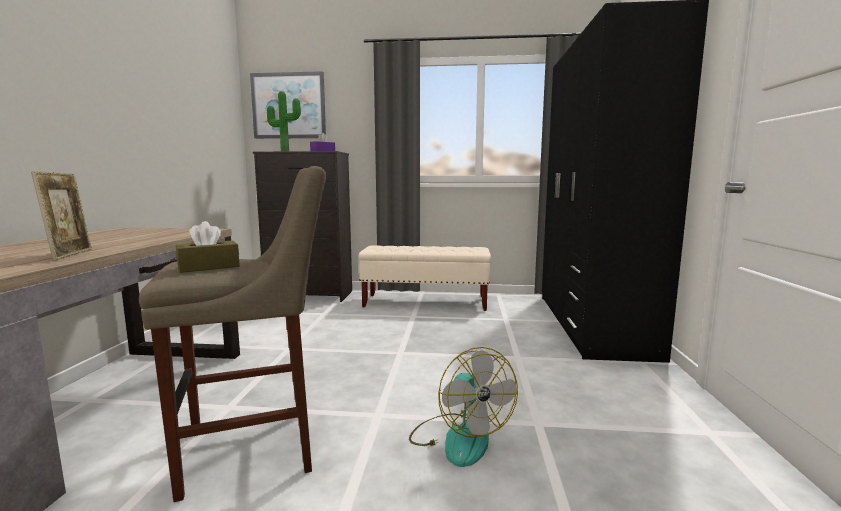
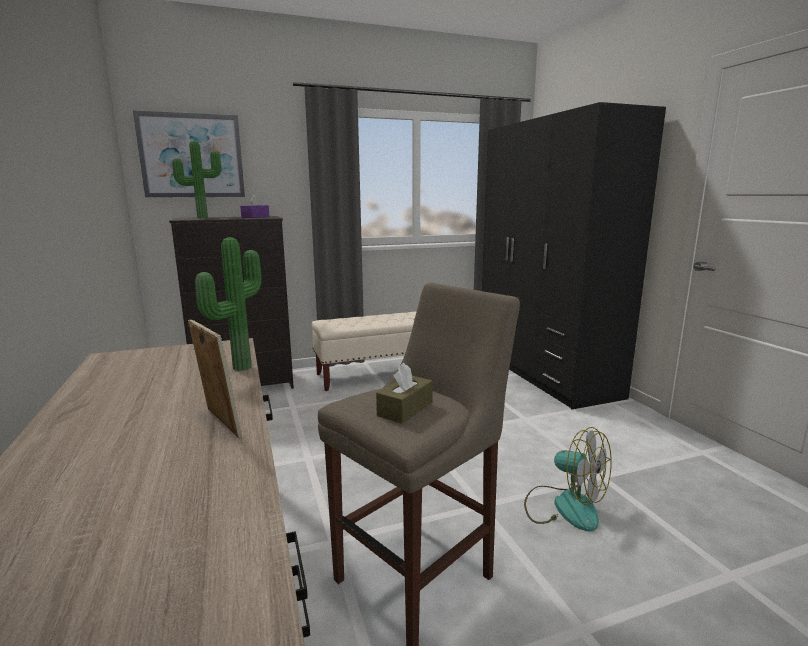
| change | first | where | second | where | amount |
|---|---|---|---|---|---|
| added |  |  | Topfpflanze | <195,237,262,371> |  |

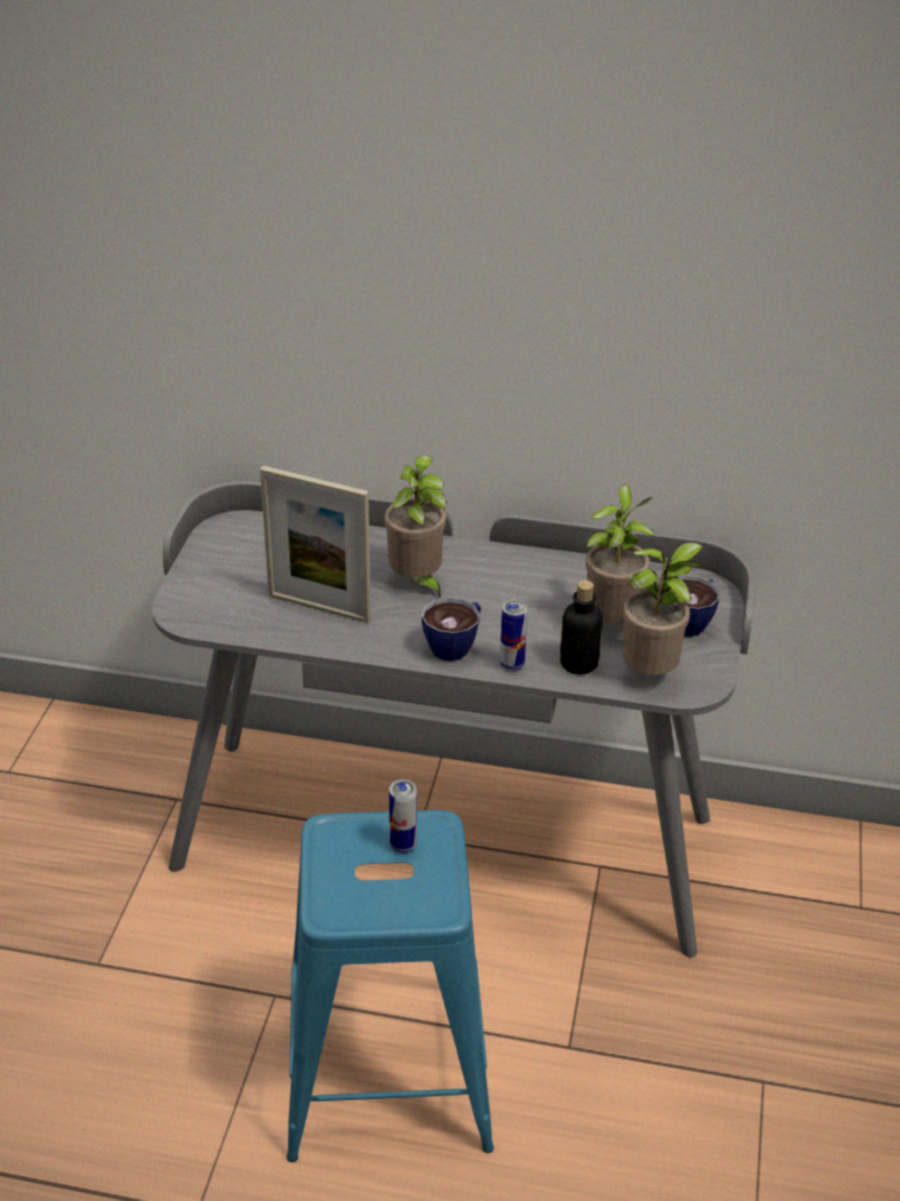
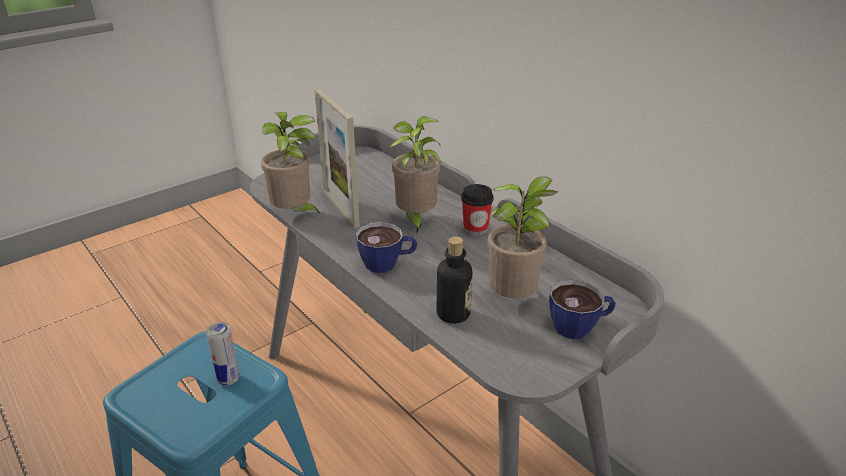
| change | first | where | second | where | amount |
|---|---|---|---|---|---|
| moved | Topfpflanze | <623,542,703,675> |  | <261,112,321,215> |  |
| removed | Dose | <500,599,528,671> |  |  |  |
| added |  |  | Tasse | <461,184,494,236> |  |

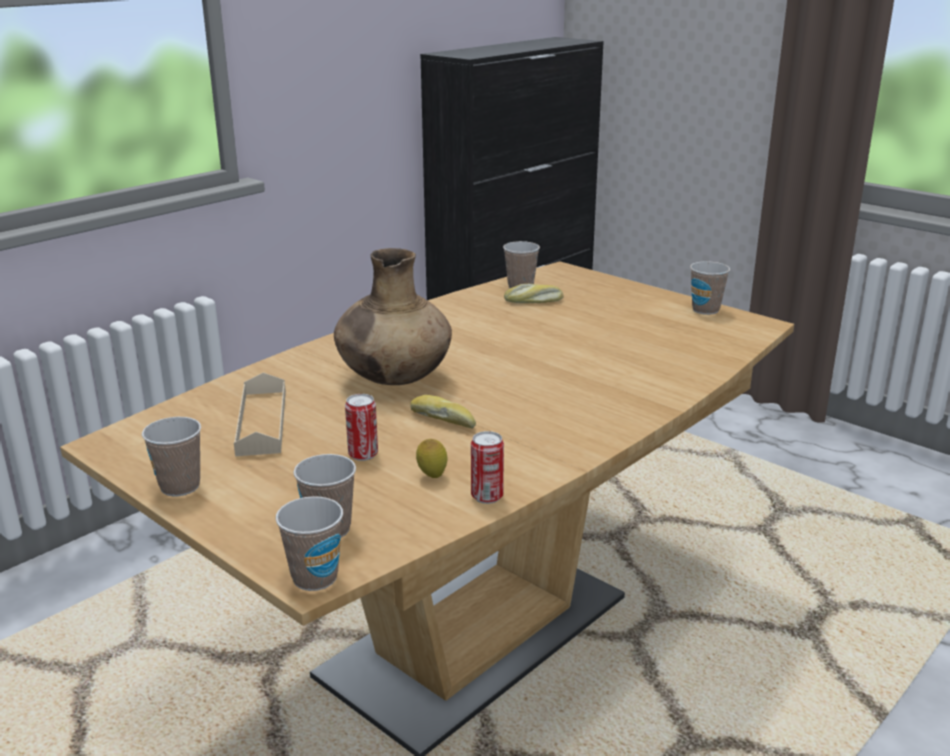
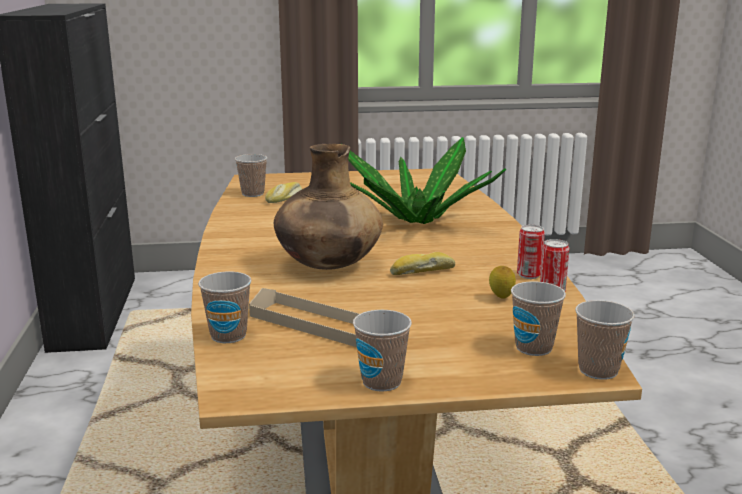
| change | first | where | second | where | amount |
|---|---|---|---|---|---|
| moved | Tasse | <690,261,730,315> |  | <198,271,251,343> |  |
| moved | Dose | <345,394,378,461> |  | <517,224,545,279> |  |
| added |  |  | Topfpflanze | <348,137,506,224> |  |

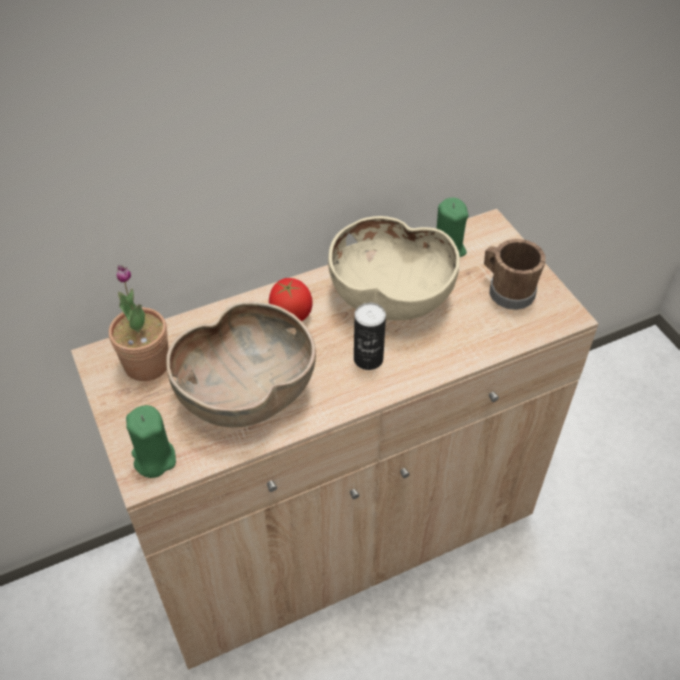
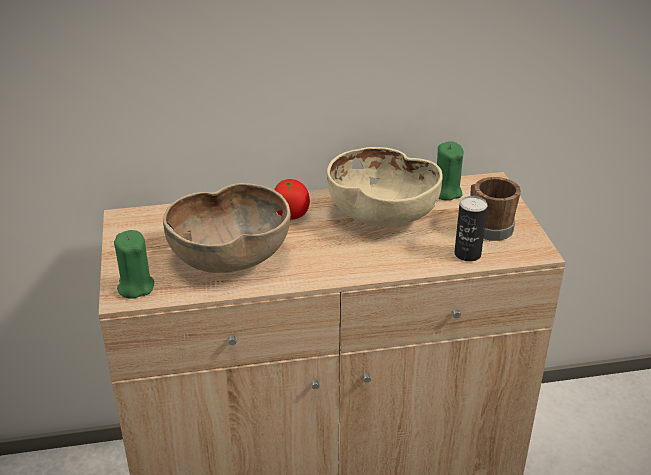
| change | first | where | second | where | amount |
|---|---|---|---|---|---|
| removed | Topfpflanze | <109,265,169,381> |  |  |  |
| moved | Dose | <354,303,386,370> |  | <454,196,488,262> |  |

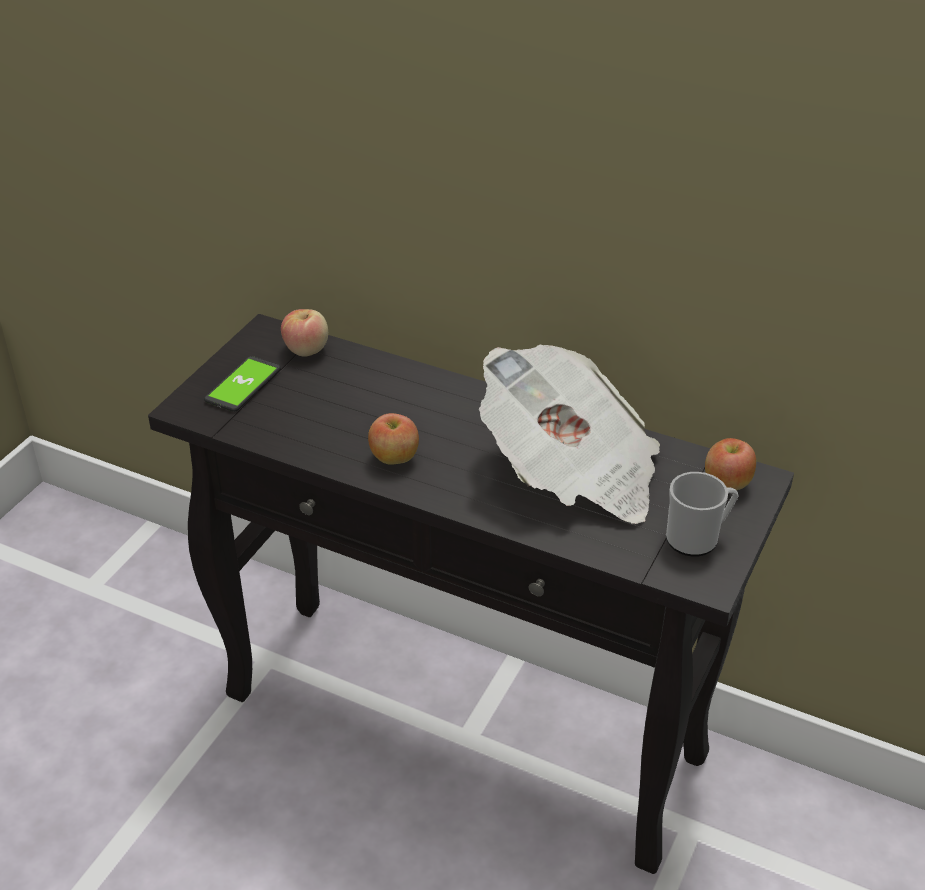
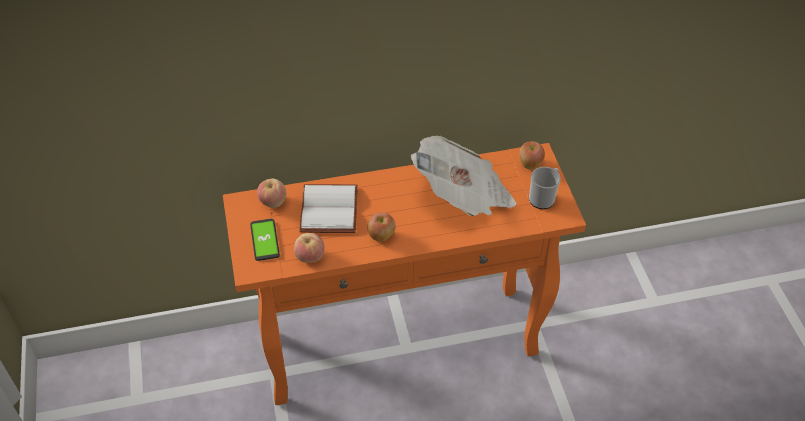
| change | first | where | second | where | amount |
|---|---|---|---|---|---|
| recoloured | Konsolentisch/schwarz | <148,314,794,874> | Konsolentisch/orange | <223,143,586,405> |  |
| added |  |  | Buch/weiß | <299,184,358,233> |  |
| added |  |  | Apfel | <294,233,325,263> |  |

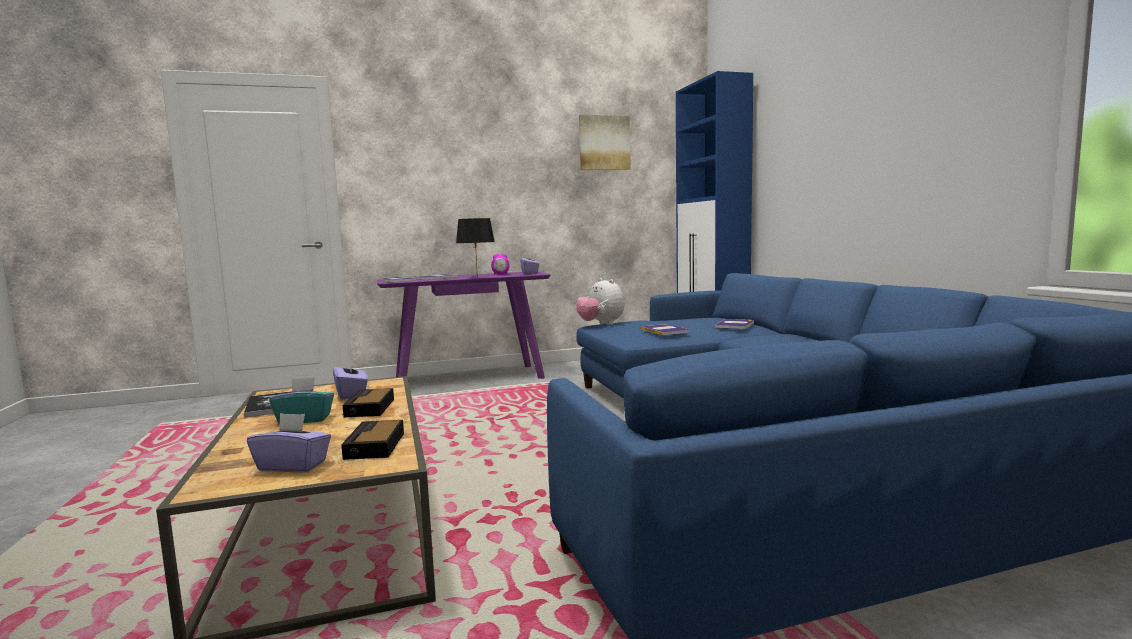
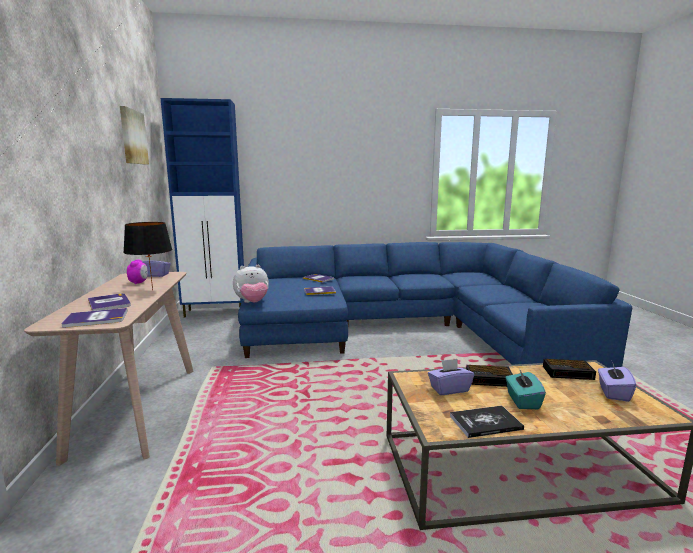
| change | first | where | second | where | amount |
|---|---|---|---|---|---|
| recoloured | Konsolentisch/lila | <377,272,551,379> | Konsolentisch/beige | <24,272,194,466> |  |

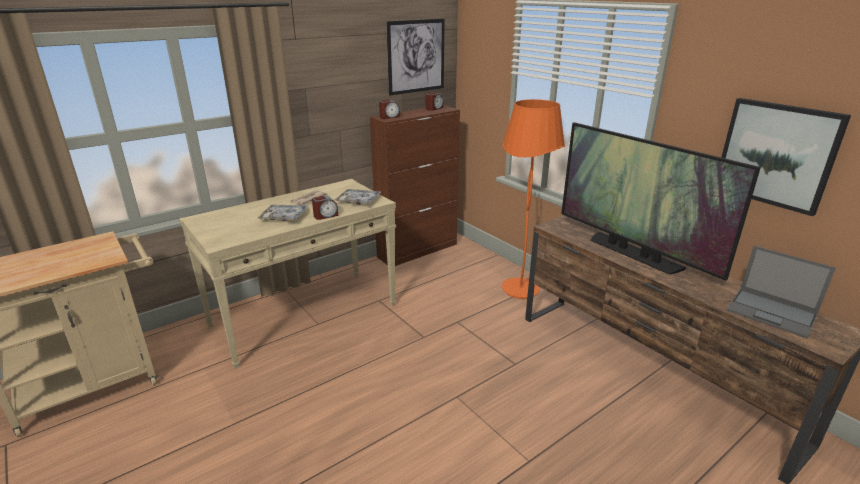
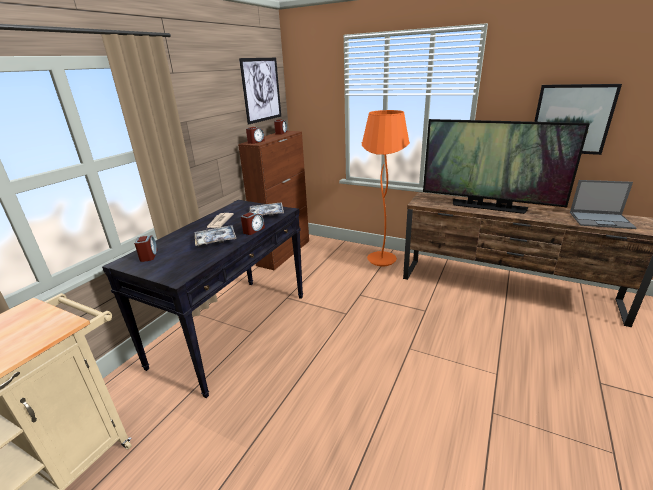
| change | first | where | second | where | amount |
|---|---|---|---|---|---|
| recoloured | Konsolentisch/beige | <179,179,396,369> | Konsolentisch/schwarz | <102,200,303,398> |  |
| added |  |  | Wecker | <134,235,157,262> |  |

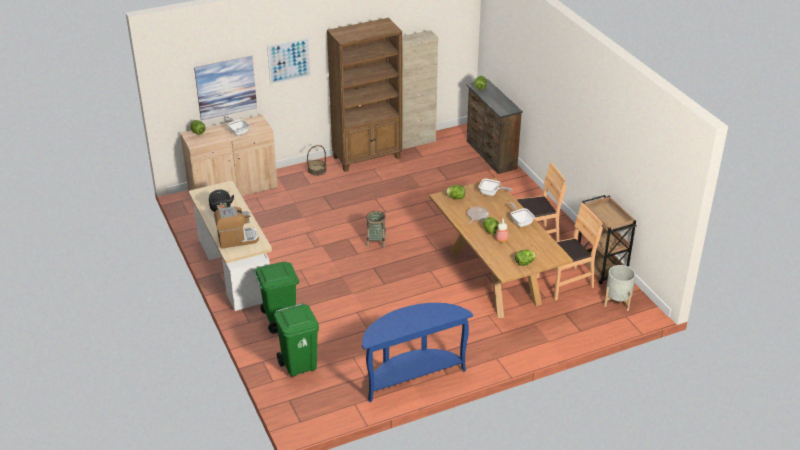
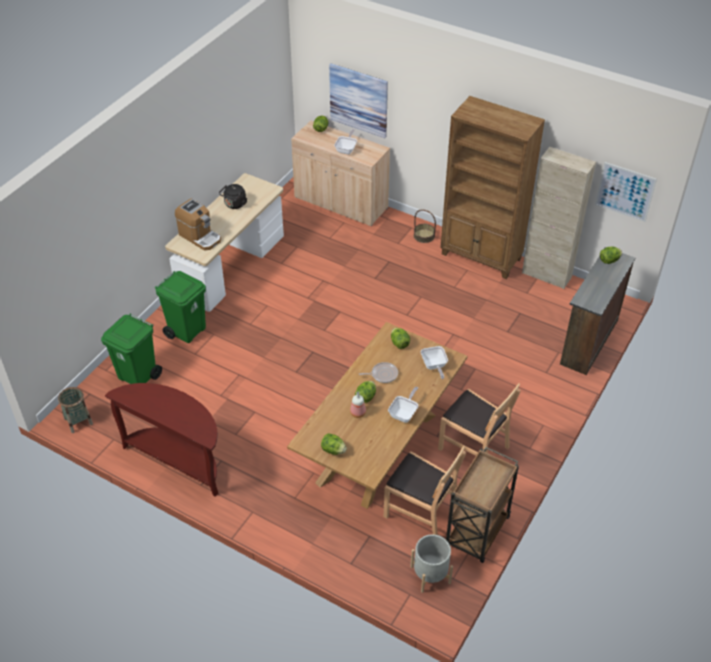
| change | first | where | second | where | amount |
|---|---|---|---|---|---|
| moved | Bild | <267,37,311,85> |  | <595,162,657,222> |  |
| moved | Korb | <366,211,386,248> |  | <58,387,93,433> |  |
| recoloured | Konsolentisch/blau | <362,303,473,402> | Konsolentisch/braun | <105,383,218,497> |  |

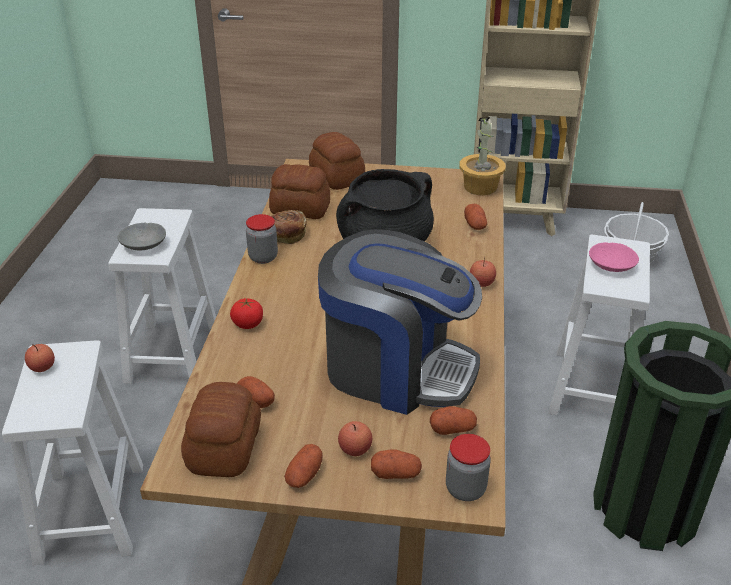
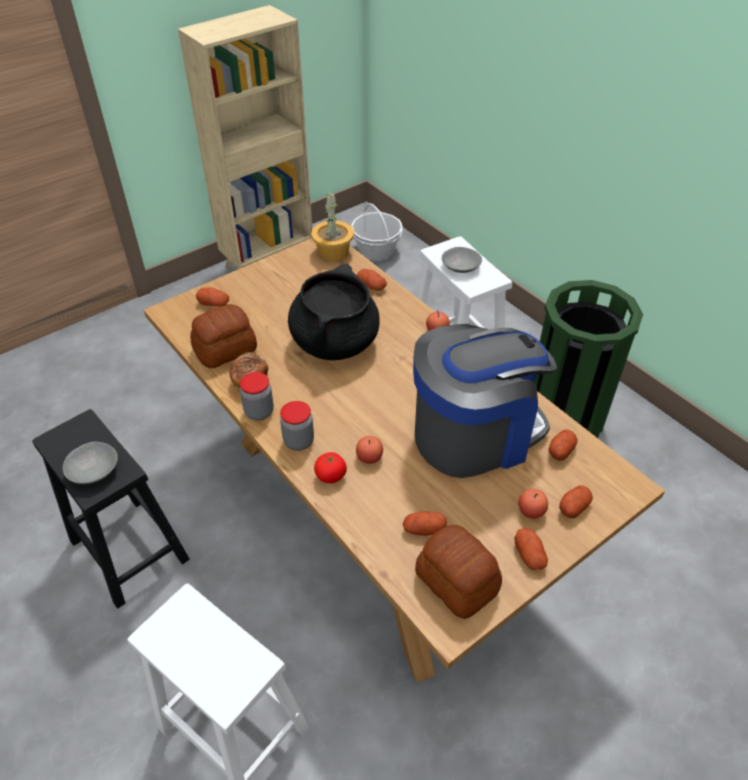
| change | first | where | second | where | amount |
|---|---|---|---|---|---|
| replaced | Brot | <309,132,365,190> | Kartoffel | <196,287,229,306> |  |
| recoloured | Hocker/weiß | <108,208,216,384> | Hocker/schwarz | <32,409,190,609> |  |
| recoloured | Schüssel/rosa | <589,242,639,272> | Schüssel/grau | <442,247,482,273> |  |
| moved | Apfel | <25,344,55,372> |  | <356,436,383,464> |  |
| moved | Vorratsglas | <446,434,491,501> |  | <280,401,314,451> |  |

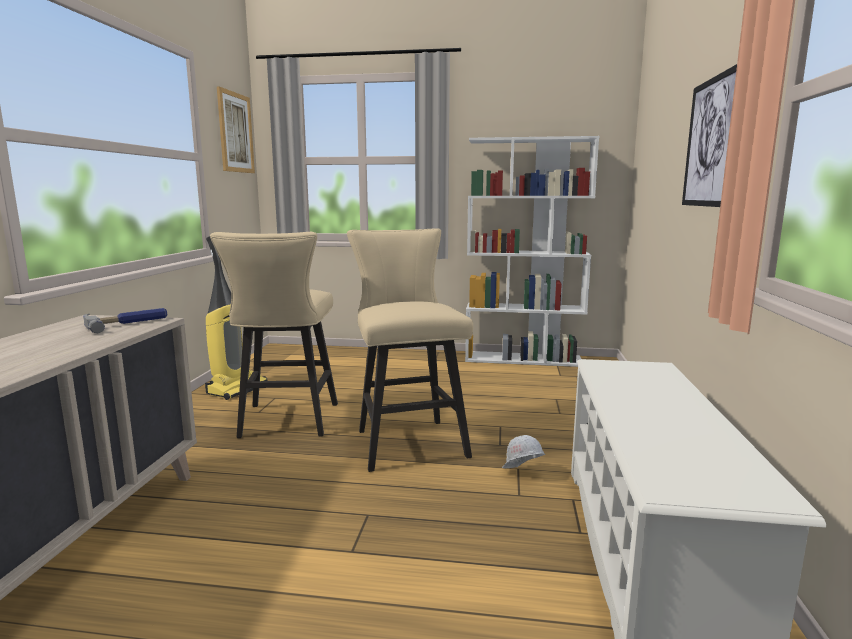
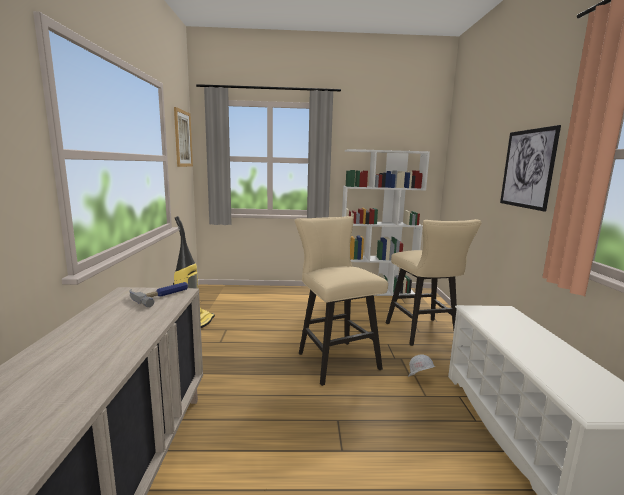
| change | first | where | second | where | amount |
|---|---|---|---|---|---|
| moved | Hocker/beige | <210,232,338,438> |  | <386,219,482,346> |  |

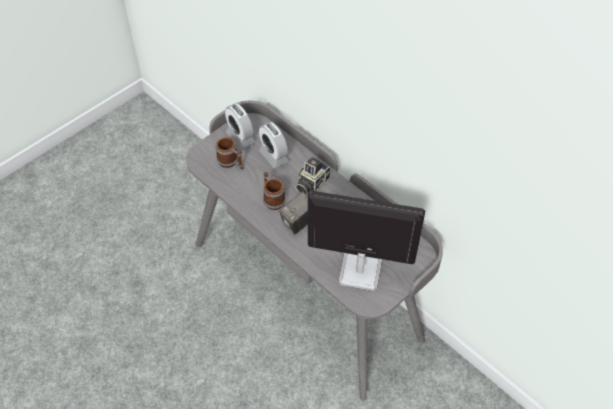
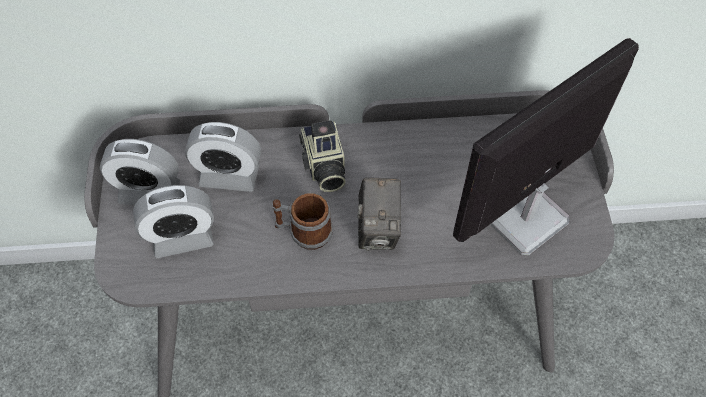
| change | first | where | second | where | amount |
|---|---|---|---|---|---|
| replaced | Henkelbecher | <216,137,243,169> | Wecker | <133,185,214,258> |  |

